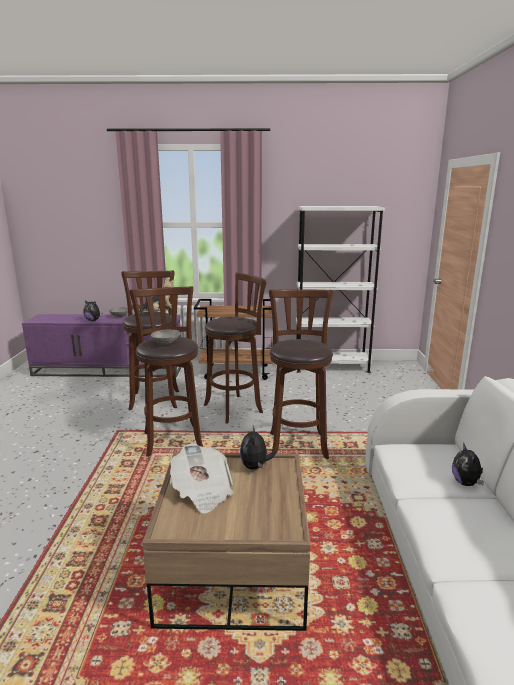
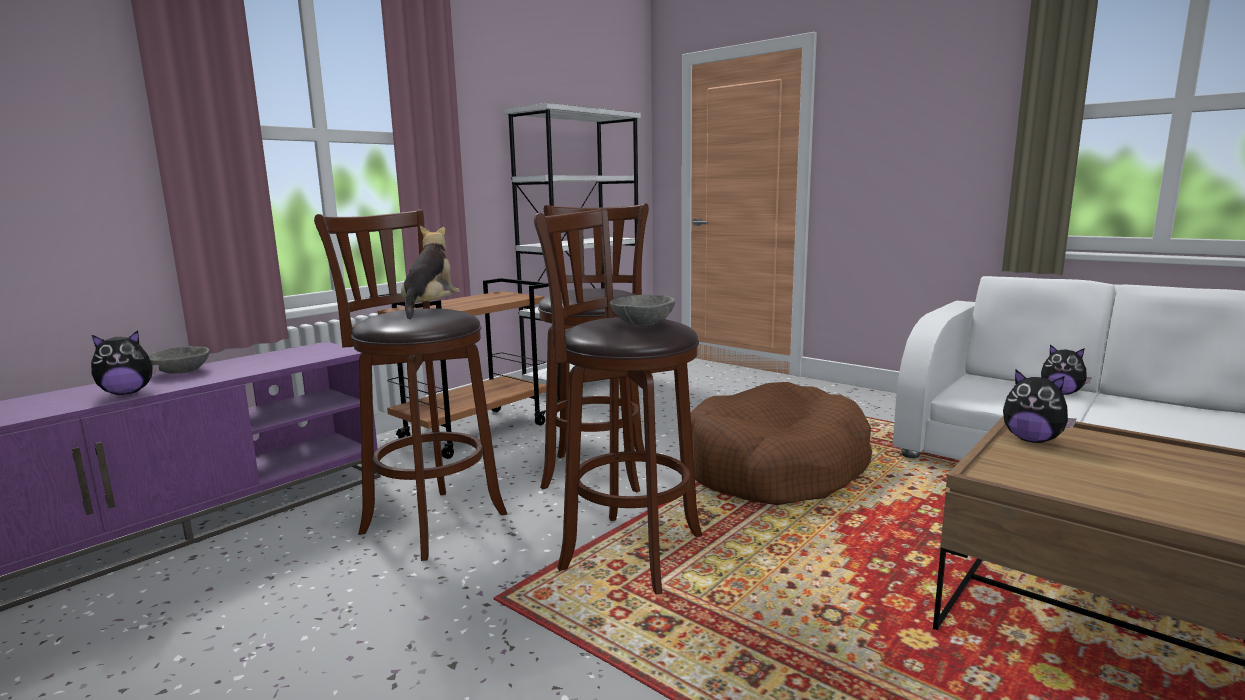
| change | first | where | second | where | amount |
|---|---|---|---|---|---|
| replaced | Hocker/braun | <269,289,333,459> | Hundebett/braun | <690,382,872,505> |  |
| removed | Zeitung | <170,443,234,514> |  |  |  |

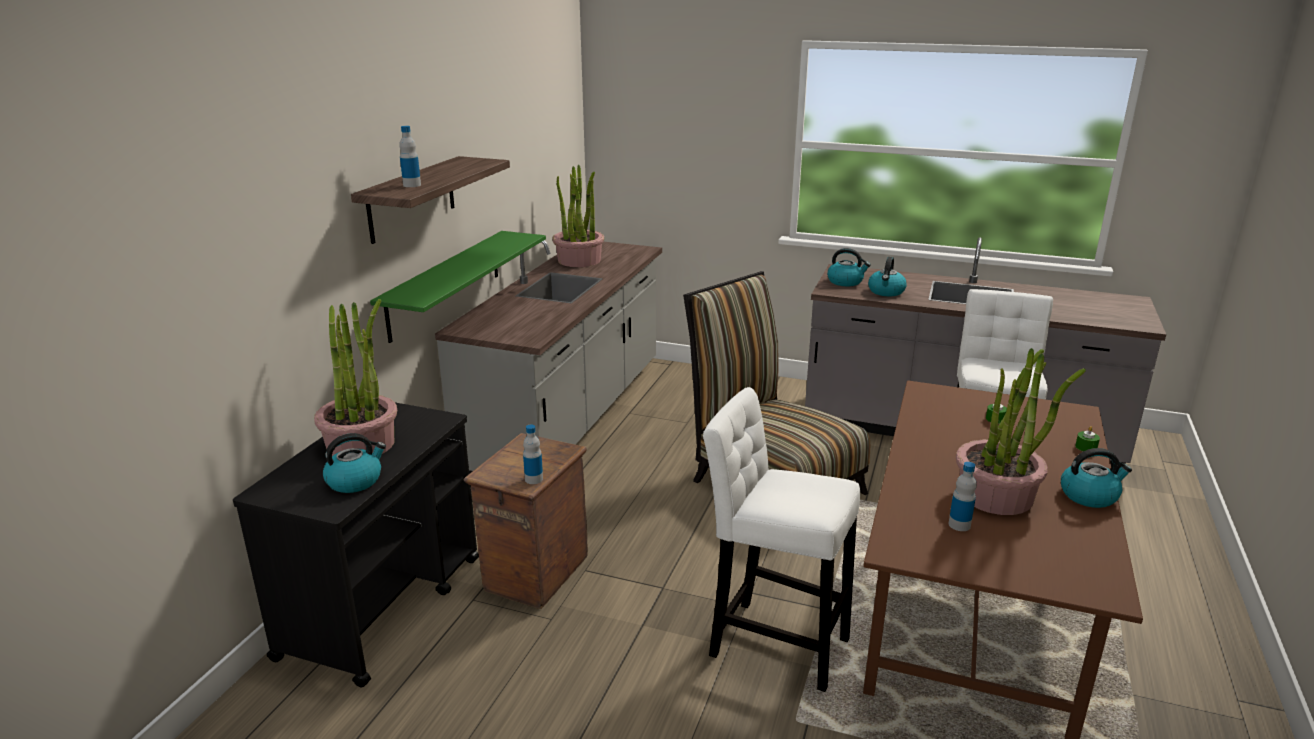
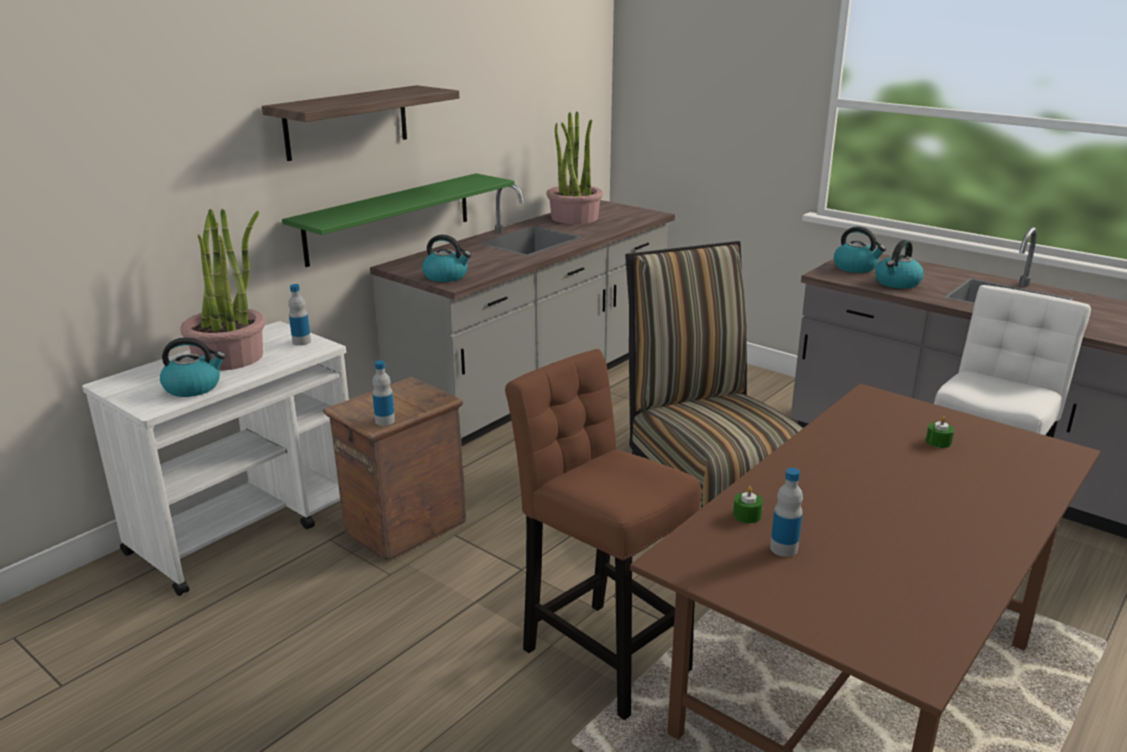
| change | first | where | second | where | amount |
|---|---|---|---|---|---|
| moved | Flasche | <399,126,421,187> |  | <288,284,311,346> |  |
| removed | Topfpflanze | <956,348,1086,515> |  |  |  |
| recoloured | Hocker/weiß | <703,387,860,692> | Hocker/braun | <505,349,701,720> |  |
| recoloured | Rollwagen/schwarz | <233,403,479,688> | Rollwagen/weiß | <82,321,349,596> |  |
| moved | Kerze/grün | <1075,426,1100,451> |  | <733,486,763,523> |  |
| moved | Wasserkessel | <1061,448,1132,508> |  | <422,235,471,282> |  |

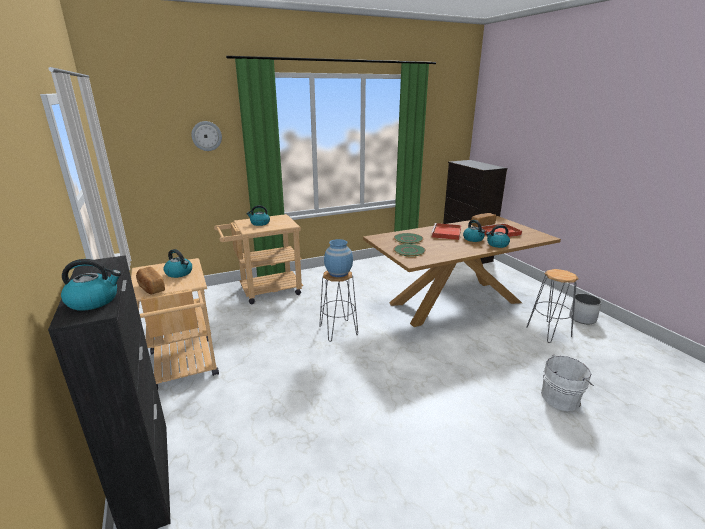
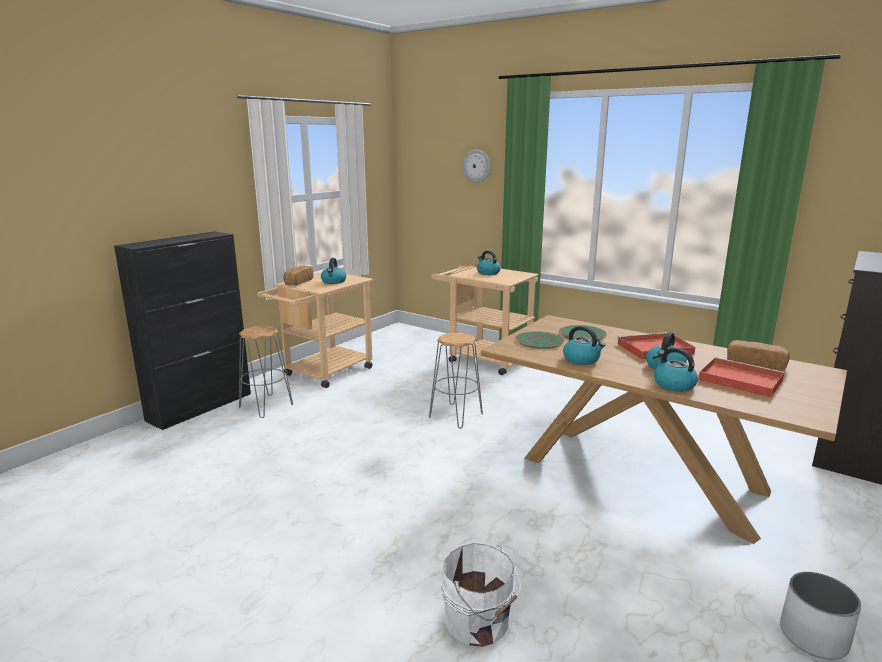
| change | first | where | second | where | amount |
|---|---|---|---|---|---|
| removed | Vase/blau | <324,239,353,277> |  |  |  |
| moved | Wasserkessel | <61,259,121,311> |  | <563,326,605,365> |  |
| moved | Hocker/grau | <526,269,579,343> |  | <239,326,293,418> |  |

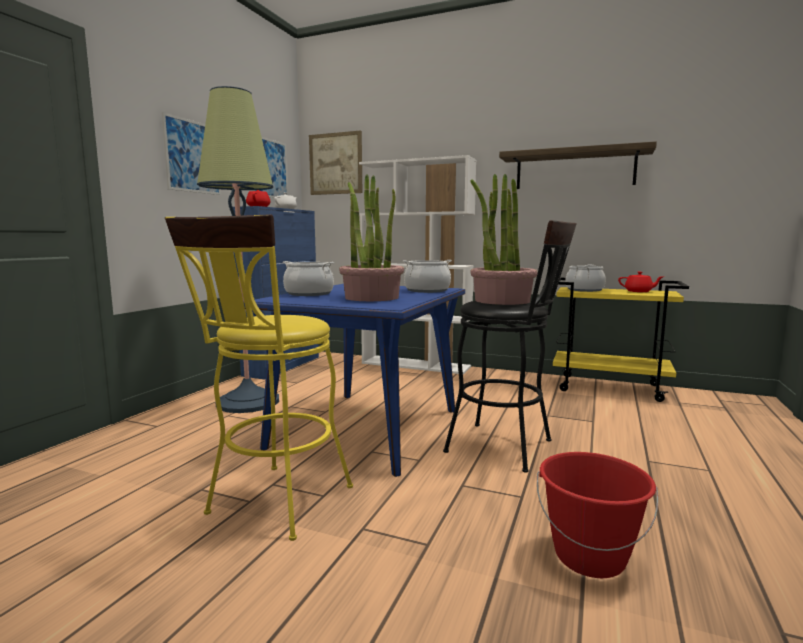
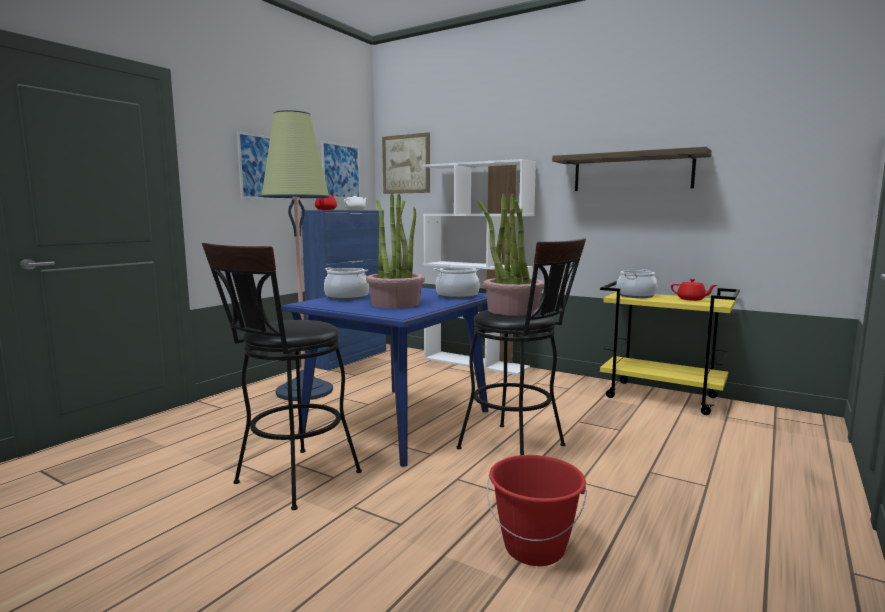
| change | first | where | second | where | amount |
|---|---|---|---|---|---|
| recoloured | Hocker/gelb | <165,214,353,541> | Hocker/schwarz | <202,243,362,510> |  |

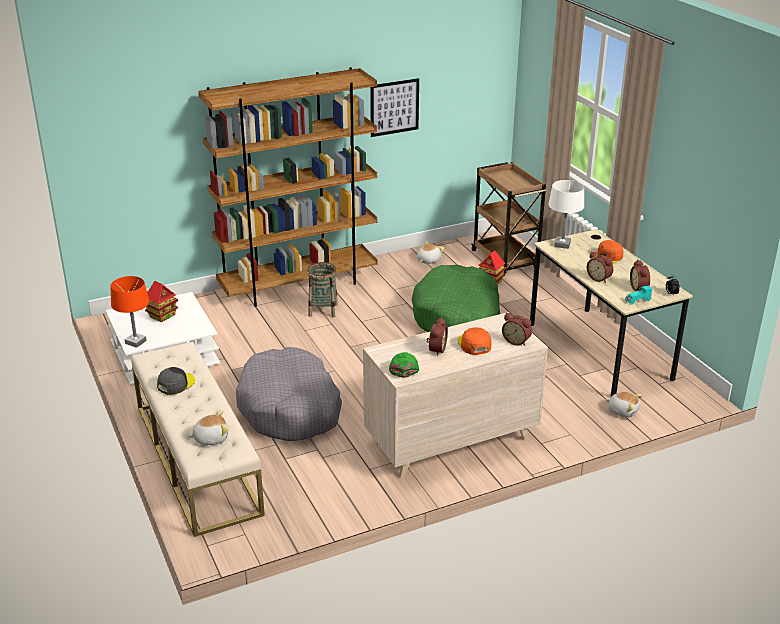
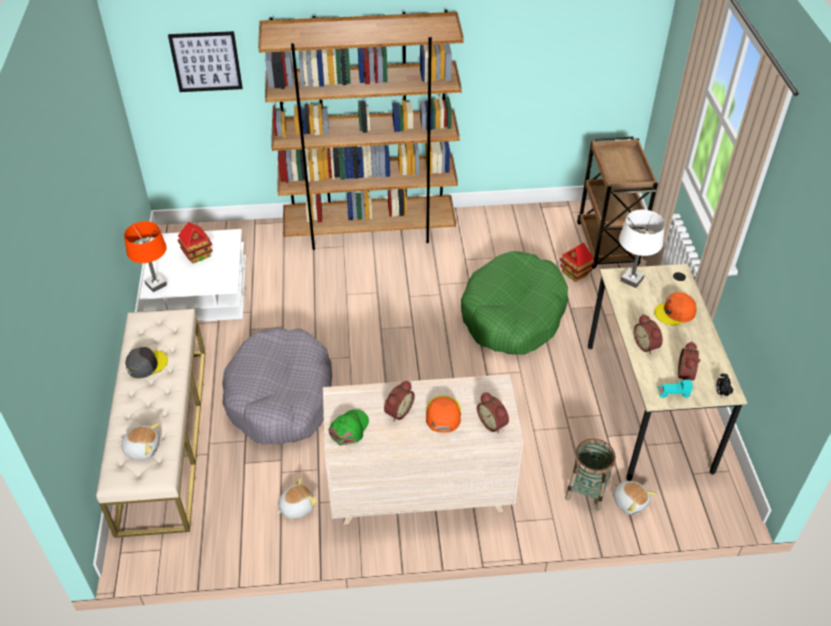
| change | first | where | second | where | amount |
|---|---|---|---|---|---|
| moved | Bild | <370,78,419,137> |  | <168,31,243,92> |  |
| moved | Plüschtier | <417,241,444,264> |  | <276,478,317,519> |  |
| moved | Korb | <307,262,338,318> |  | <565,439,616,511> |  |

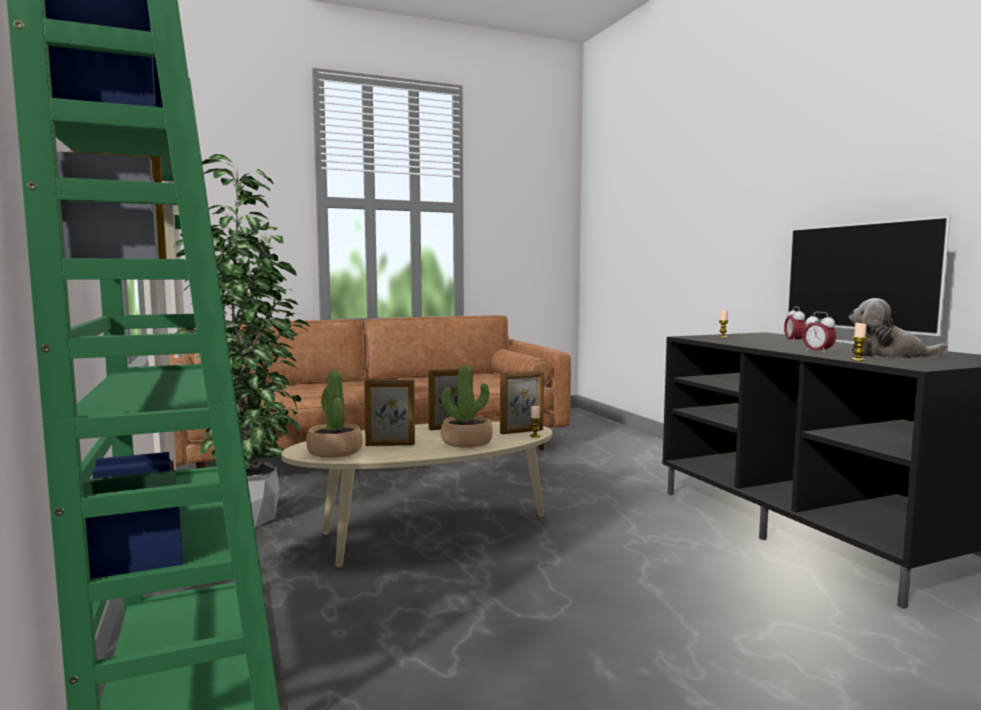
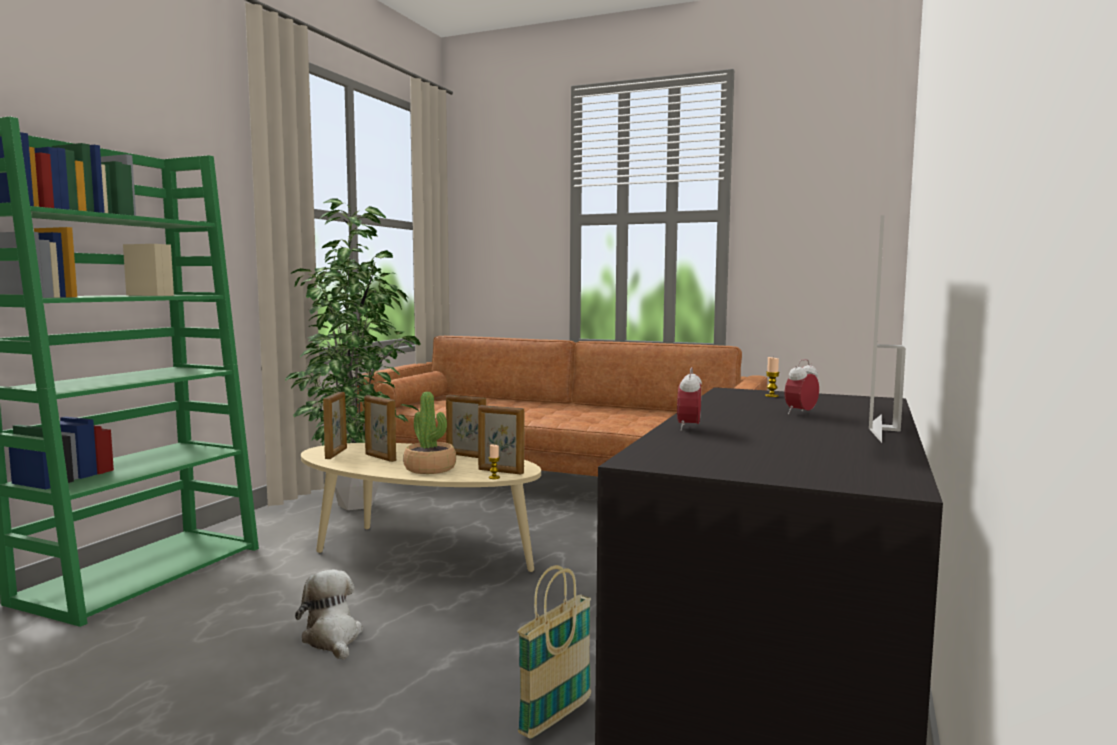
| change | first | where | second | where | amount |
|---|---|---|---|---|---|
| moved | Plüschtier | <849,298,948,358> |  | <295,570,363,660> |  |
| removed | Kerze | <851,323,867,361> |  |  |  |
| replaced | Topfpflanze | <306,370,363,458> | Bilderrahmen | <323,392,347,459> |  |
| added |  |  | Korb | <517,565,591,739> |  |

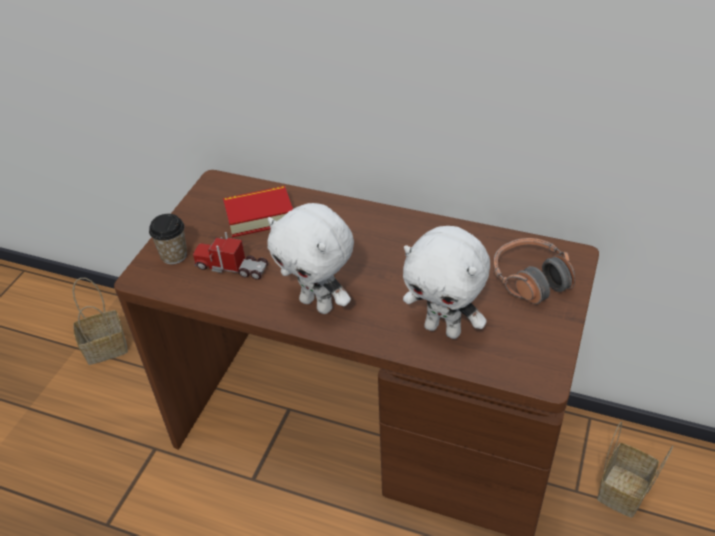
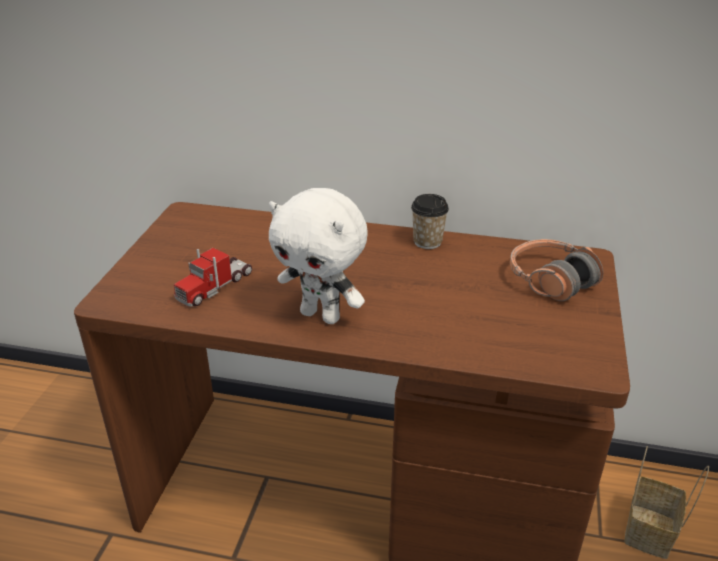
| change | first | where | second | where | amount |
|---|---|---|---|---|---|
| removed | Buch | <223,186,293,237> |  |  |  |
| moved | Tasse | <149,214,187,264> |  | <411,194,449,249> |  |
| removed | Plüschtier/weiß | <403,226,490,339> |  |  |  |
| turned | Spielzeuglaster | <193,232,268,280> |  | <174,248,252,307> | 60 degrees counterclockwise |
| removed | Korb | <73,278,128,365> |  |  |  |

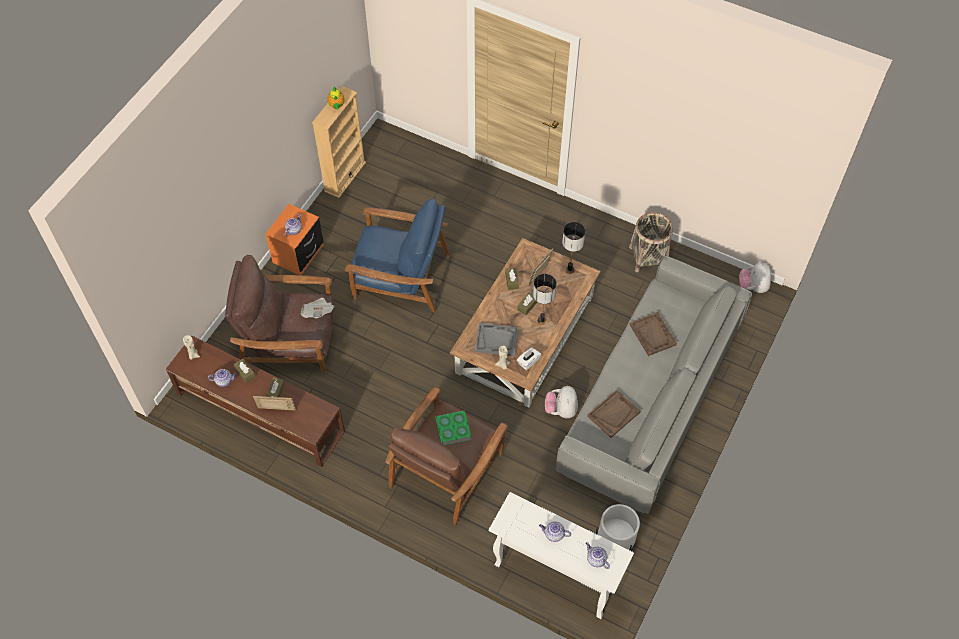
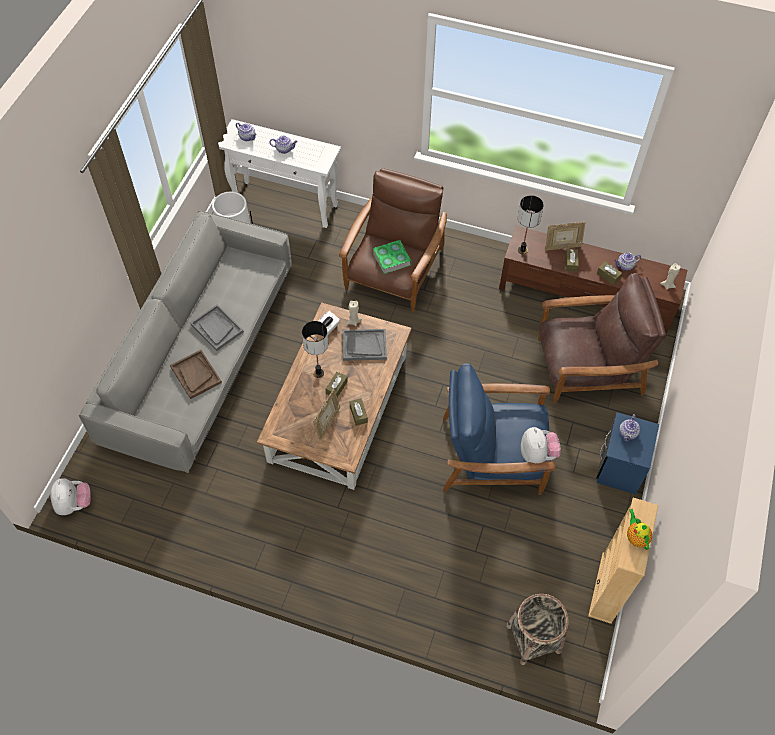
| change | first | where | second | where | amount |
|---|---|---|---|---|---|
| recoloured | Nachttisch/orange | <265,204,324,275> | Nachttisch/blau | <596,412,659,494> |  |
| moved | Korb | <629,212,673,272> |  | <506,594,568,665> |  |
| moved | Tischlampe | <562,222,585,274> |  | <518,195,544,255> |  |
| removed | Zeitung | <301,298,335,319> |  |  |  |
| moved | Plüschtier | <545,386,578,418> |  | <521,427,561,463> |  |
| removed | Tablett/braun | <587,390,640,438> |  |  |  |
| added |  |  | Tablett/grau | <190,304,244,351> |  |

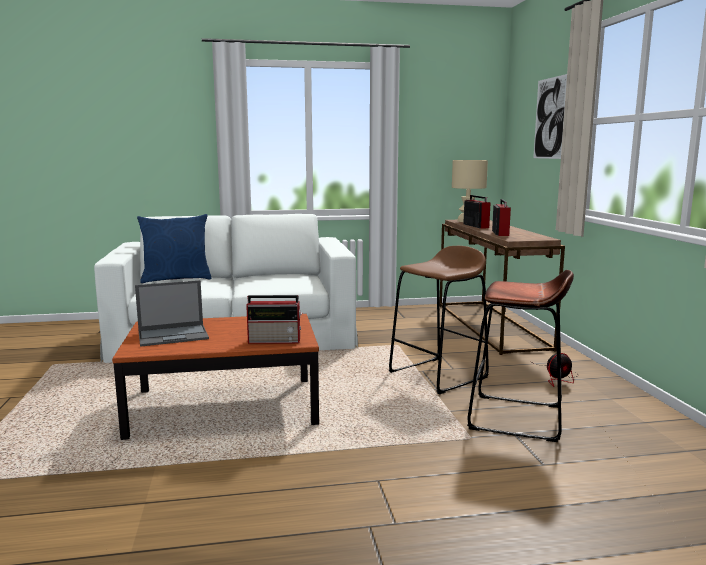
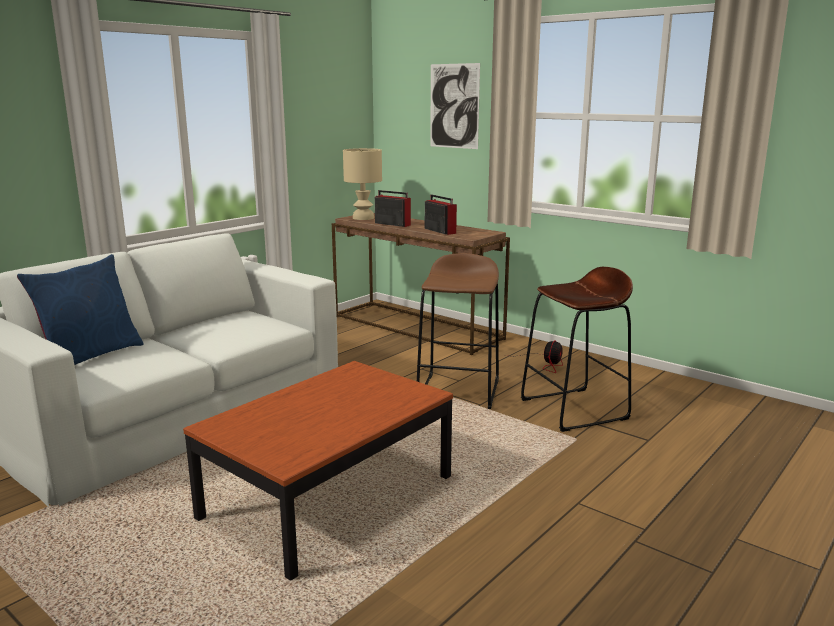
| change | first | where | second | where | amount |
|---|---|---|---|---|---|
| removed | Laptop | <135,280,209,347> |  |  |  |
| removed | Radio | <246,295,302,344> |  |  |  |

